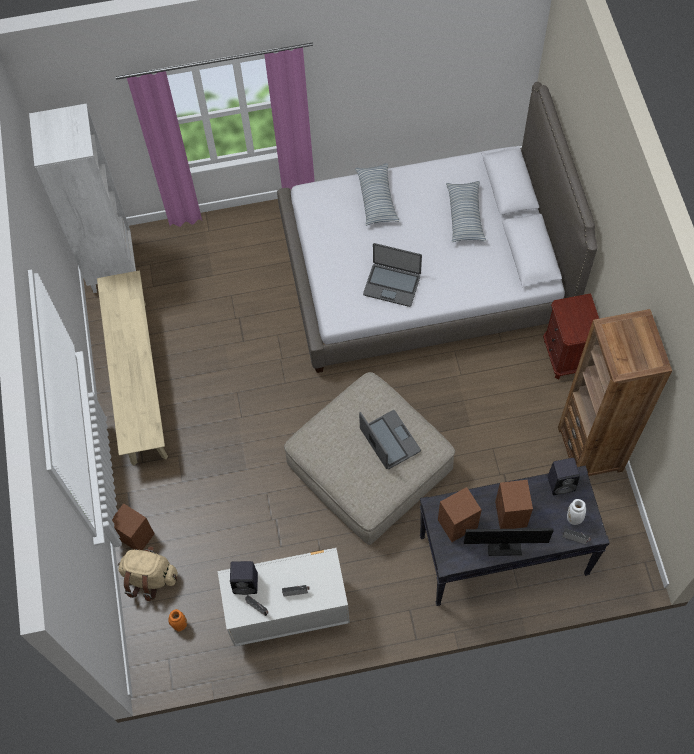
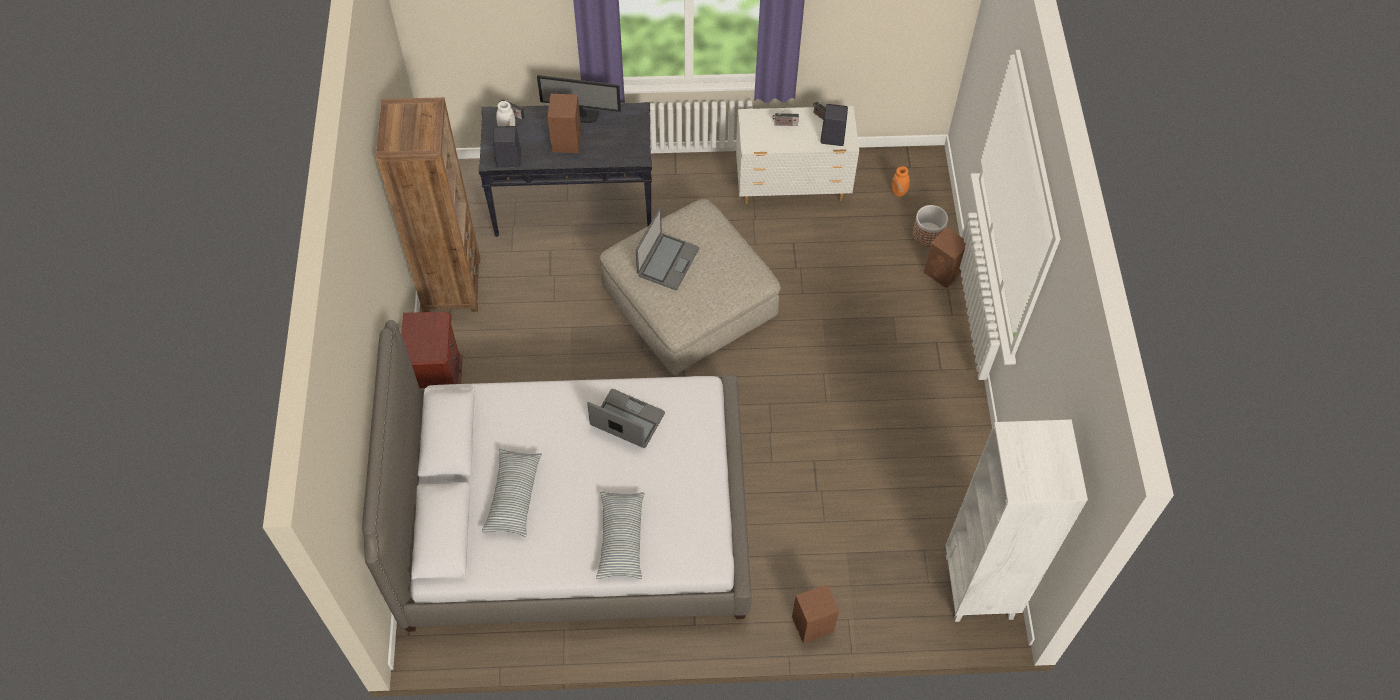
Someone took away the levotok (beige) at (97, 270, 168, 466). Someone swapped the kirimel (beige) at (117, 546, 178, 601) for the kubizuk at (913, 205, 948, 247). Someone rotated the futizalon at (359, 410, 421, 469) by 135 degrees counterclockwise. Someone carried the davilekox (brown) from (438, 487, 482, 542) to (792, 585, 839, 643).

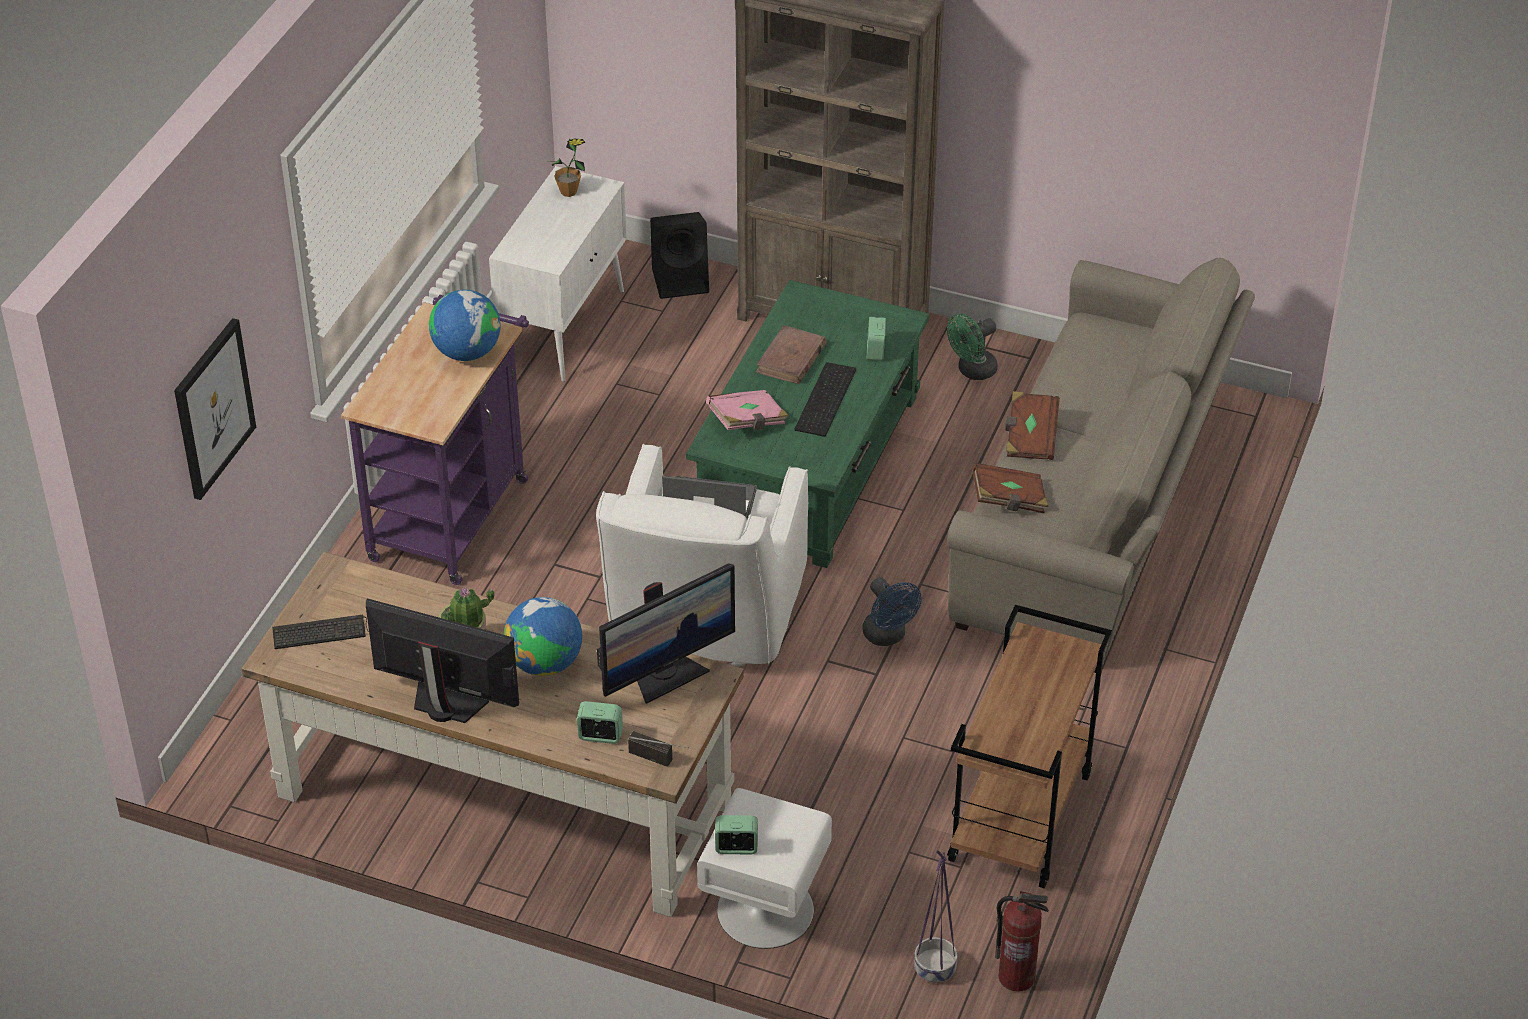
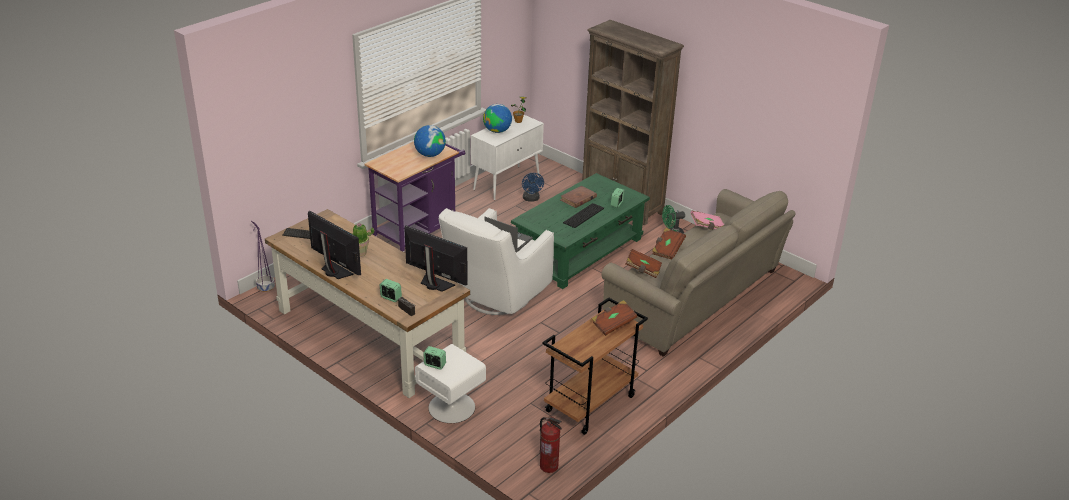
Someone took away the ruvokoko at (174, 318, 256, 500). Someone carried the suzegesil from (503, 597, 582, 676) to (483, 104, 512, 133). Someone rotated the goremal at (597, 564, 735, 704) by 135 degrees counterclockwise. Someone took away the davilekox (black) at (650, 212, 709, 299). Someone carried the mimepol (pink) from (706, 390, 789, 430) to (690, 211, 724, 230). Someone carried the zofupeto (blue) from (862, 577, 921, 646) to (522, 173, 544, 202). Someone carried the kubizuk (purple) from (914, 851, 958, 982) to (251, 221, 275, 292). Someone put down the mimepol (brown) at (591, 300, 637, 336).

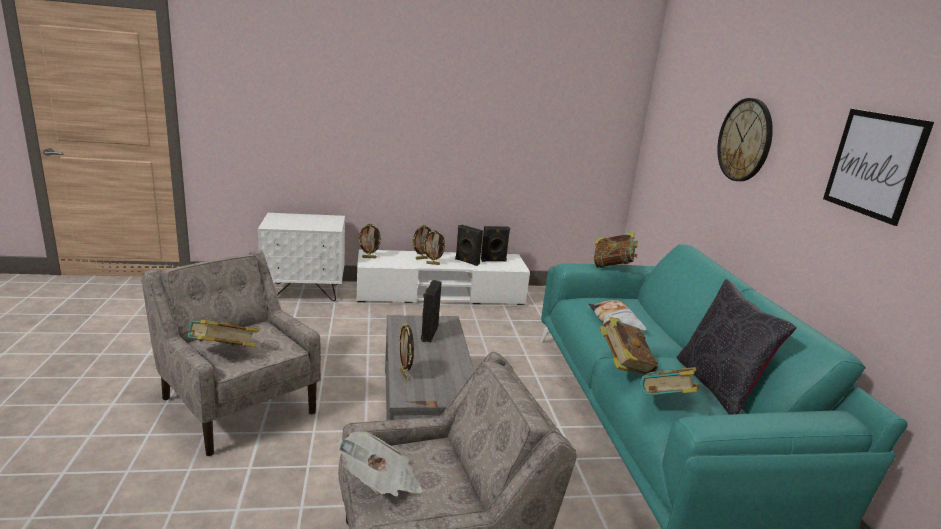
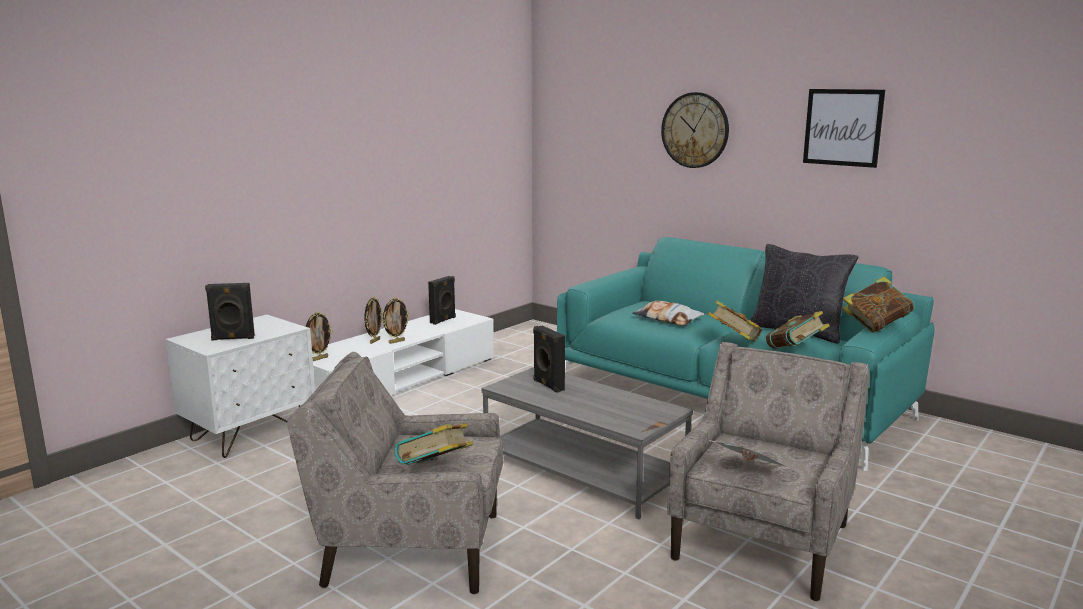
Someone took away the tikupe at (399, 323, 414, 381). Someone carried the davilekox (black) from (455, 225, 483, 266) to (205, 283, 255, 341). Someone carried the mimepol from (594, 232, 638, 268) to (843, 277, 914, 332).

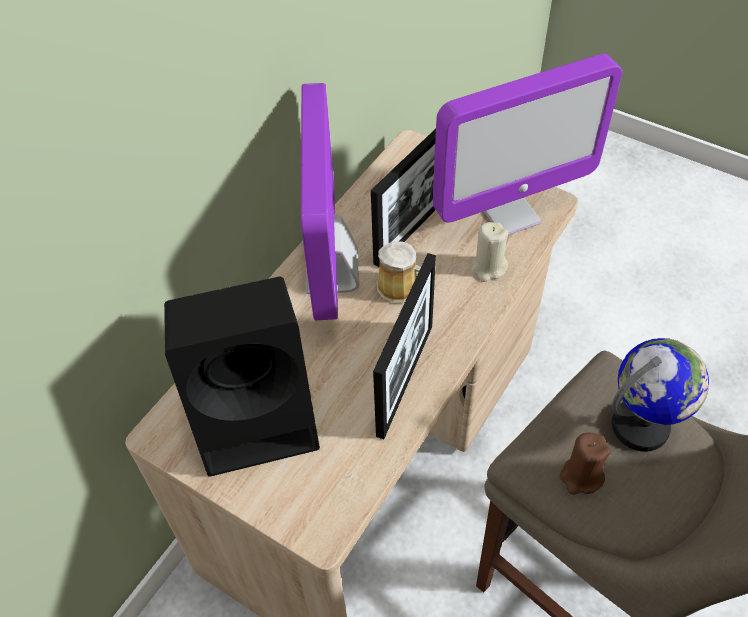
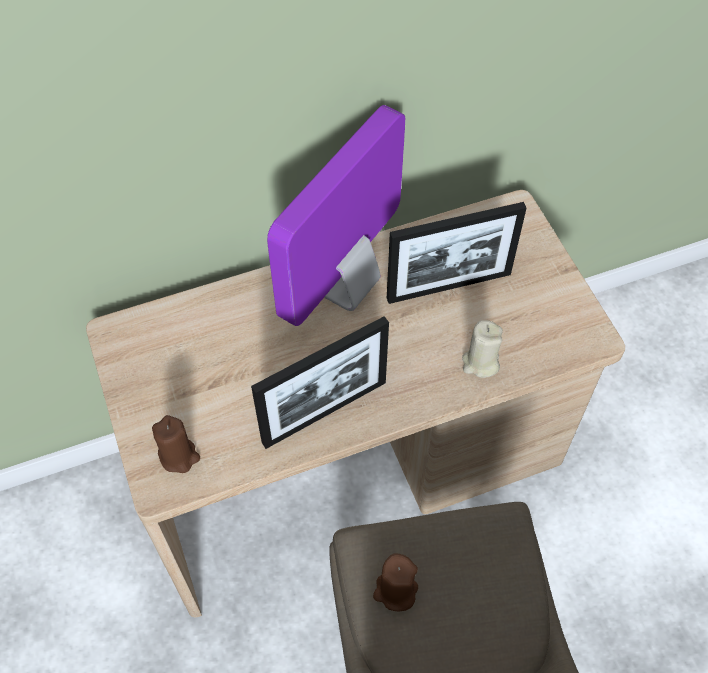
Someone took away the davilekox (black) at (164, 277, 320, 477). Someone took away the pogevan at (377, 241, 421, 303). Someone took away the goremal at (433, 54, 622, 235). Someone took away the suzegesil at (612, 338, 709, 452). Someone put down the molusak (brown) at (152, 415, 200, 473).

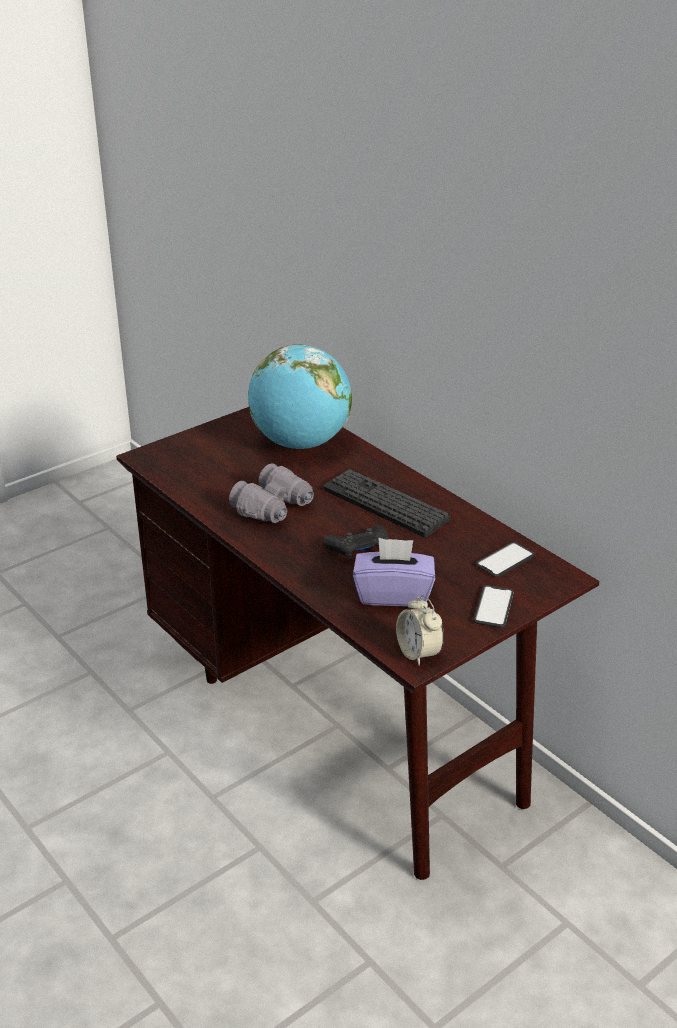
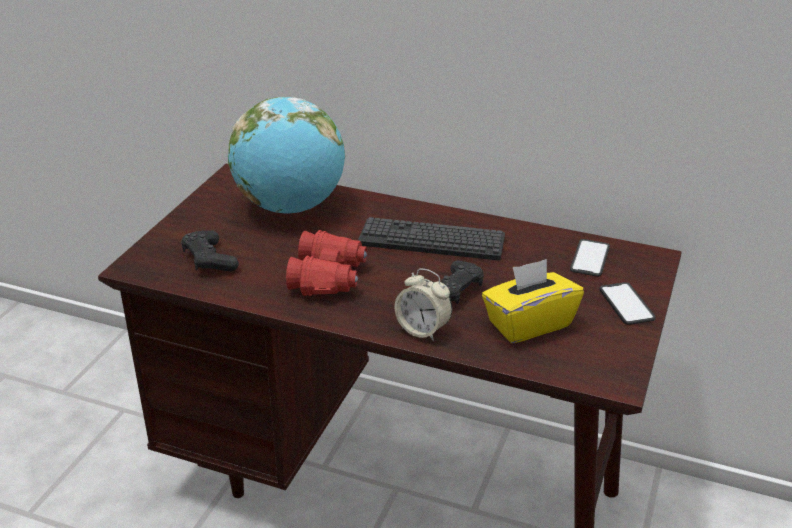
Someone repainted the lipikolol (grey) at (229, 463, 314, 523), which became the lipikolol (red) at (286, 230, 367, 296). Someone repainted the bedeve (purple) at (353, 538, 435, 607), which became the bedeve (yellow) at (482, 259, 584, 343). Someone carried the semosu from (396, 595, 444, 666) to (395, 269, 452, 341). Someone put down the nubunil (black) at (181, 231, 239, 271).

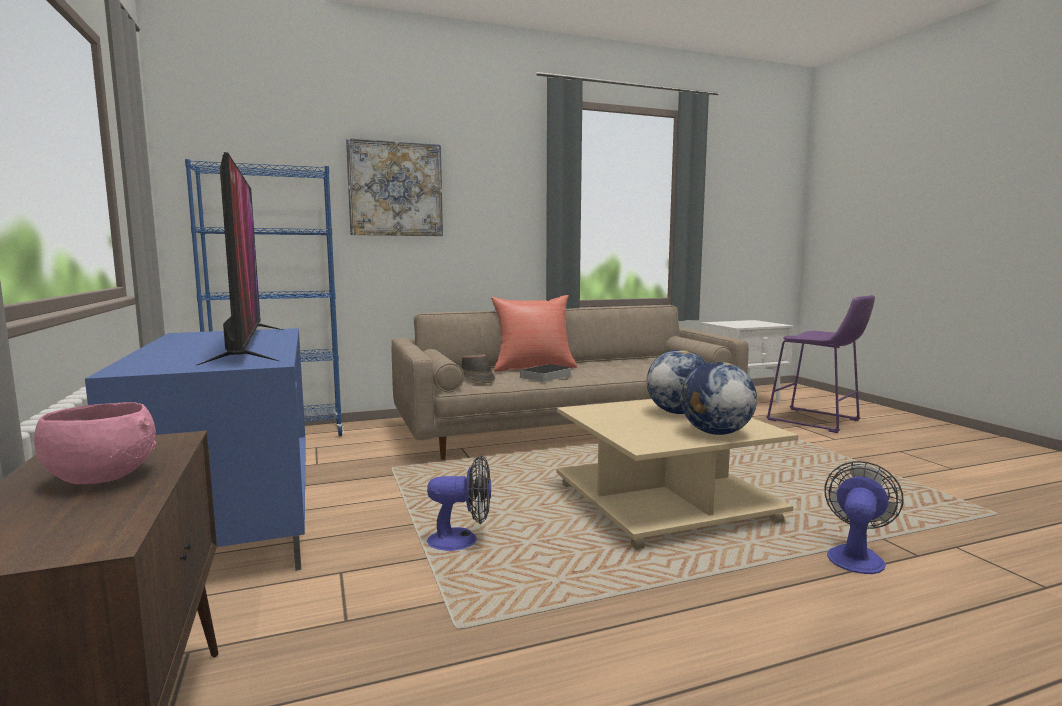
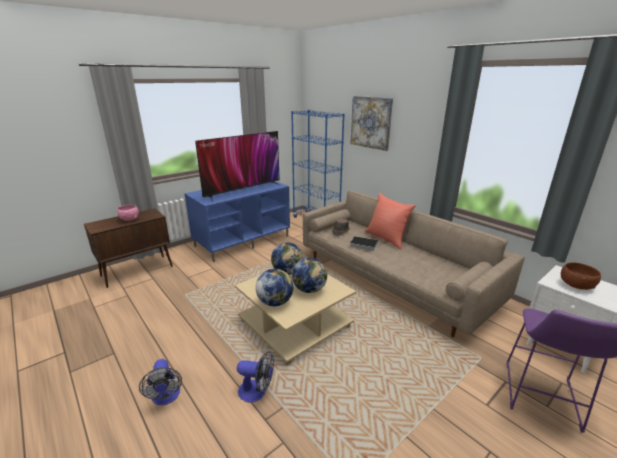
Someone carried the zofupeto from (427, 455, 491, 551) to (139, 359, 182, 405). Someone put down the suzegesil at (271, 242, 304, 275). Someone put down the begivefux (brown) at (561, 262, 601, 290).

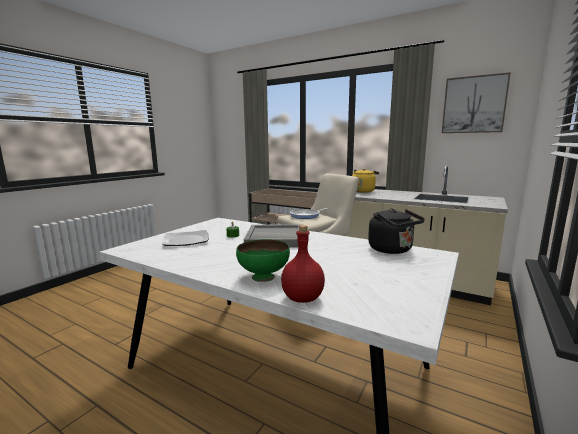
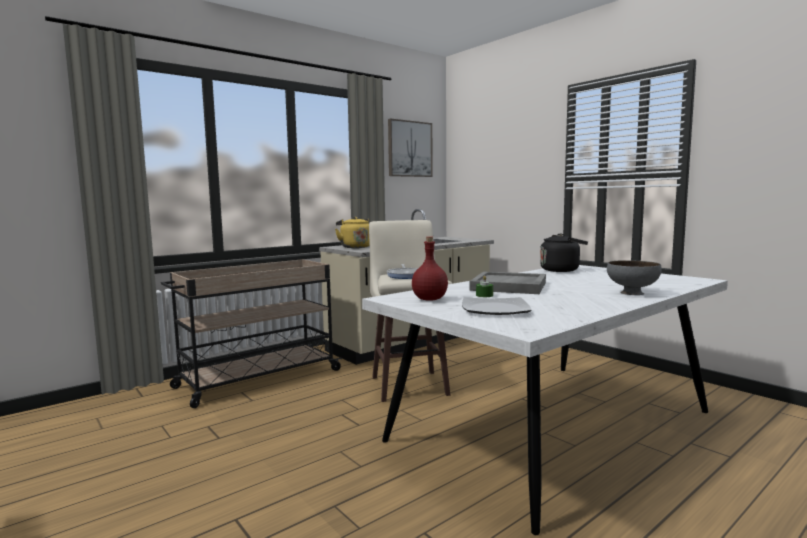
Someone repainted the begivefux (green) at (236, 239, 290, 282), which became the begivefux (grey) at (607, 260, 661, 295). Someone carried the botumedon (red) from (281, 225, 325, 303) to (412, 237, 448, 301).

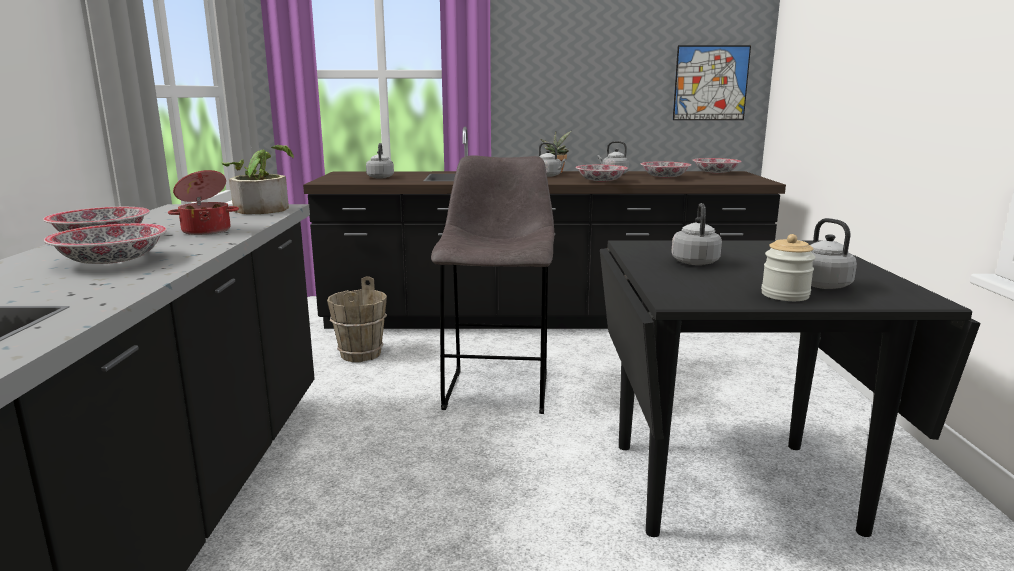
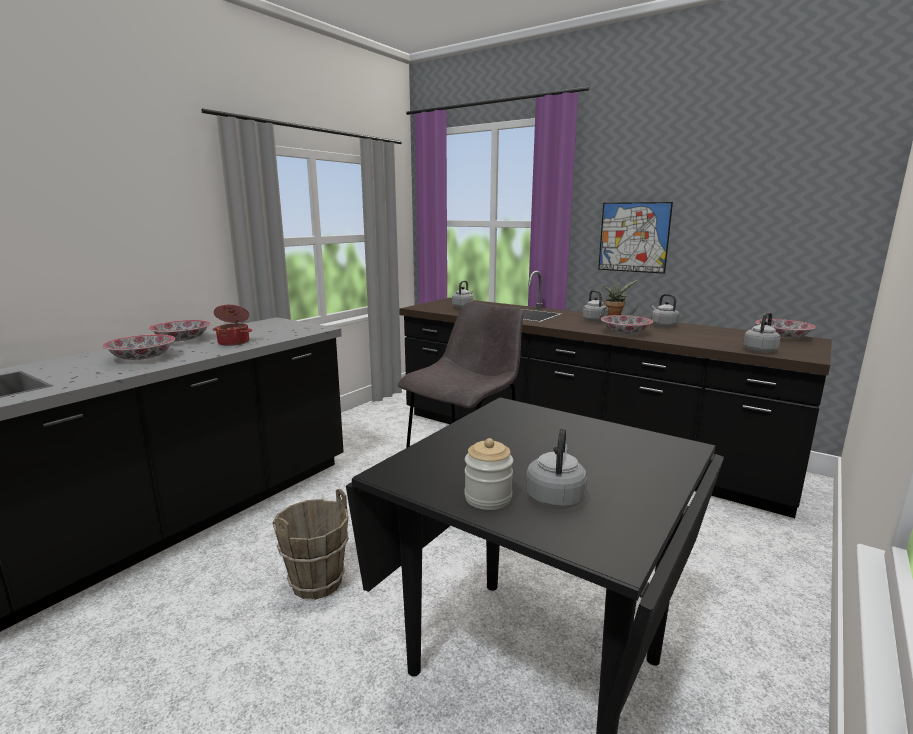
Someone took away the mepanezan at (222, 145, 294, 214). Someone carried the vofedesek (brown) from (327, 276, 387, 362) to (273, 489, 349, 600). Someone took away the begivefux at (641, 161, 691, 178). Someone carried the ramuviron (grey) from (671, 203, 722, 265) to (743, 312, 781, 353). Someone carried the ruvokoko from (673, 45, 751, 120) to (598, 202, 673, 274).

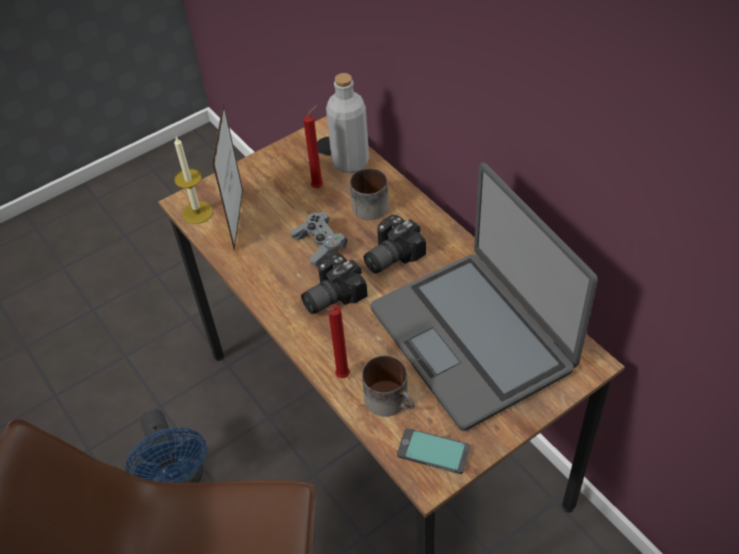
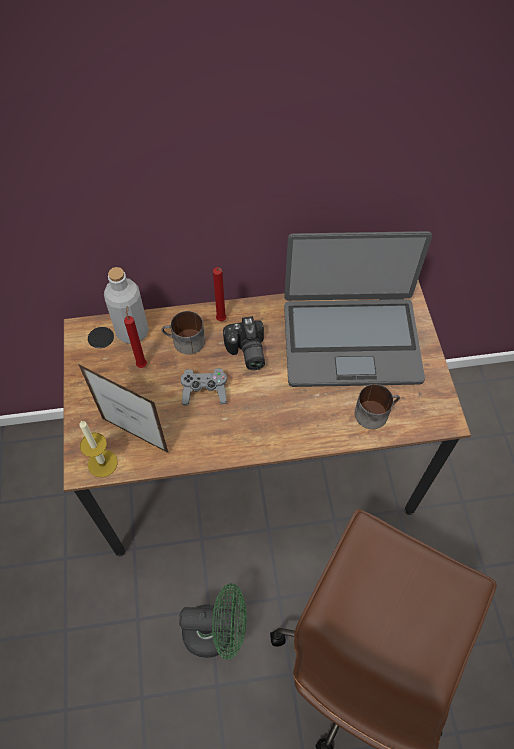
Someone repainted the zofupeto (blue) at (126, 410, 207, 483), which became the zofupeto (green) at (179, 583, 247, 659). Someone took away the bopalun at (301, 253, 368, 314). Someone carried the molusak (red) from (326, 305, 350, 378) to (213, 267, 226, 321). Someone took away the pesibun at (397, 428, 470, 474).

